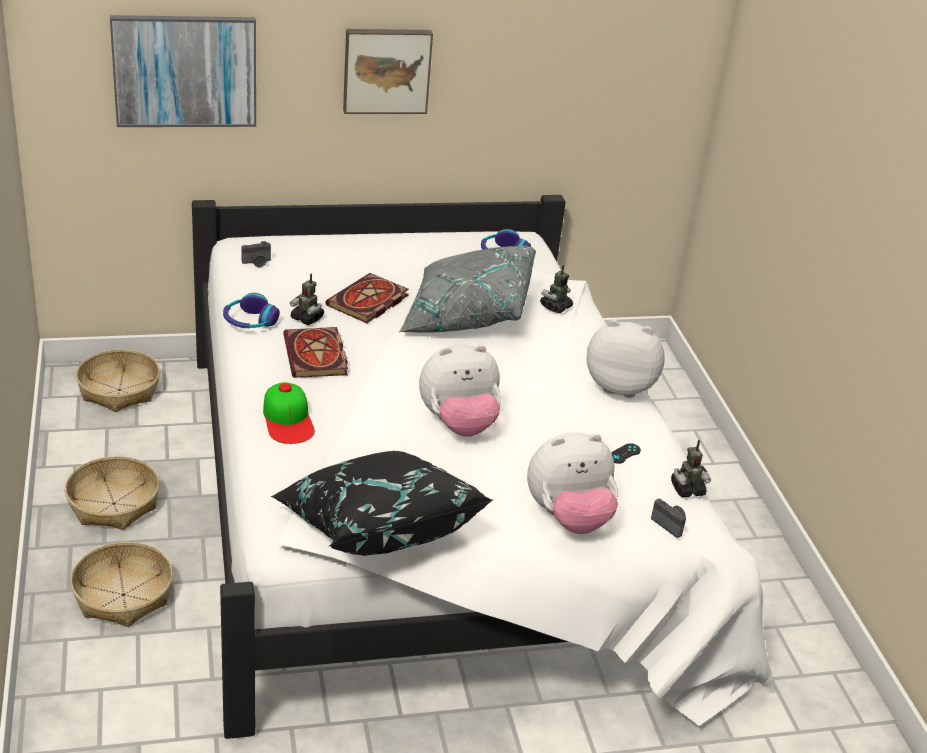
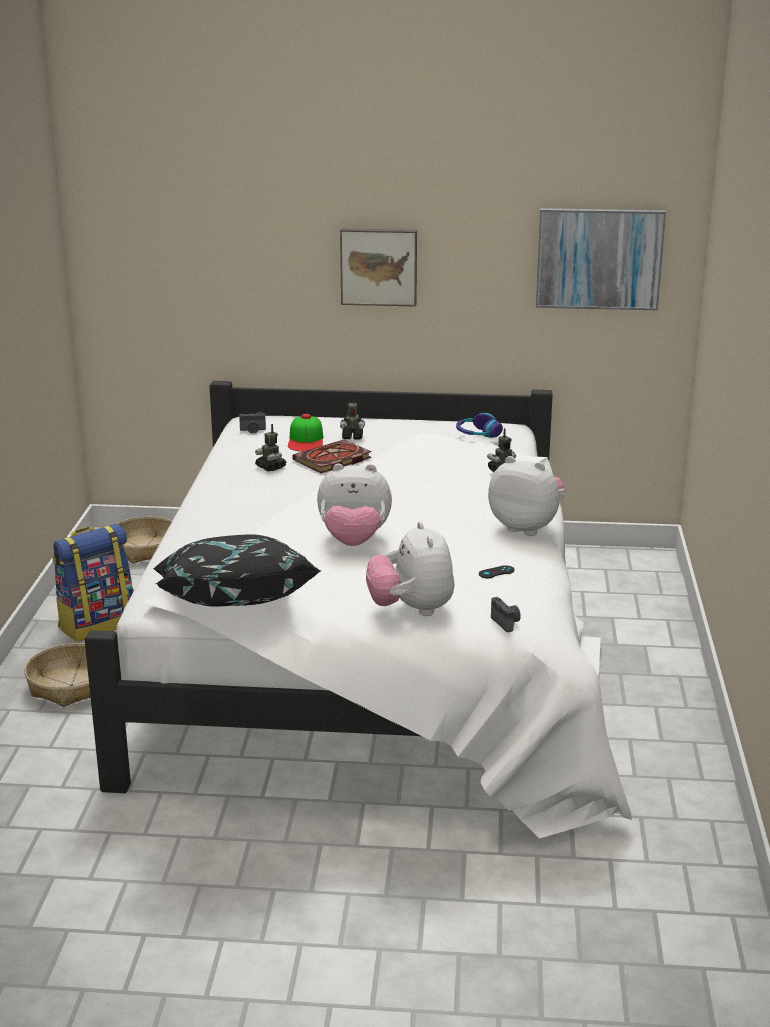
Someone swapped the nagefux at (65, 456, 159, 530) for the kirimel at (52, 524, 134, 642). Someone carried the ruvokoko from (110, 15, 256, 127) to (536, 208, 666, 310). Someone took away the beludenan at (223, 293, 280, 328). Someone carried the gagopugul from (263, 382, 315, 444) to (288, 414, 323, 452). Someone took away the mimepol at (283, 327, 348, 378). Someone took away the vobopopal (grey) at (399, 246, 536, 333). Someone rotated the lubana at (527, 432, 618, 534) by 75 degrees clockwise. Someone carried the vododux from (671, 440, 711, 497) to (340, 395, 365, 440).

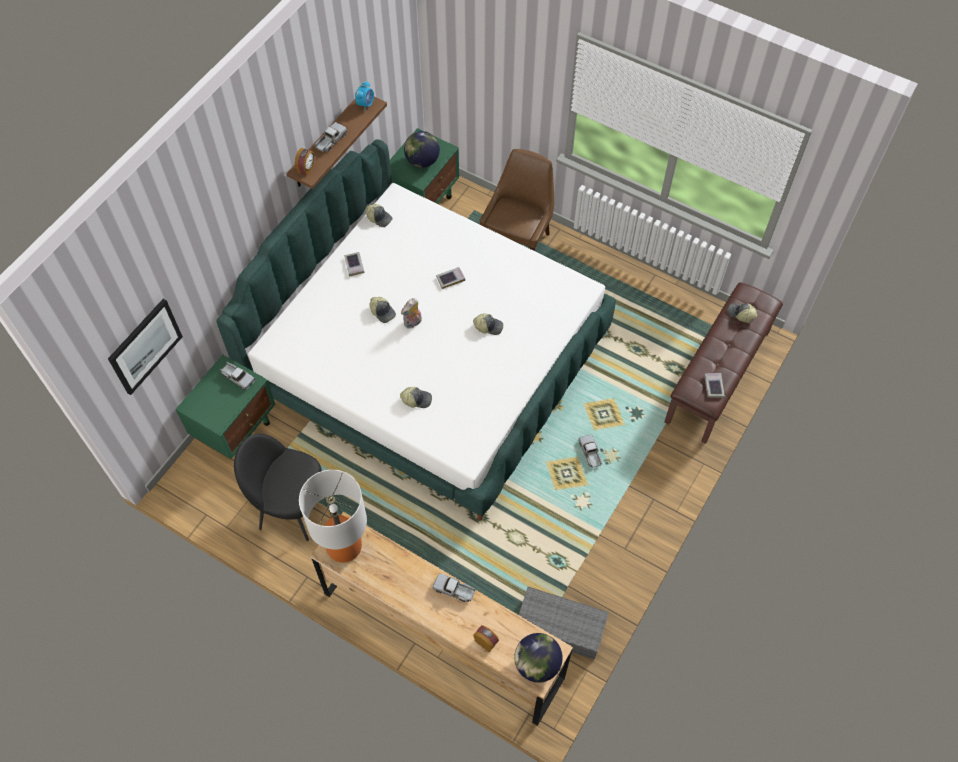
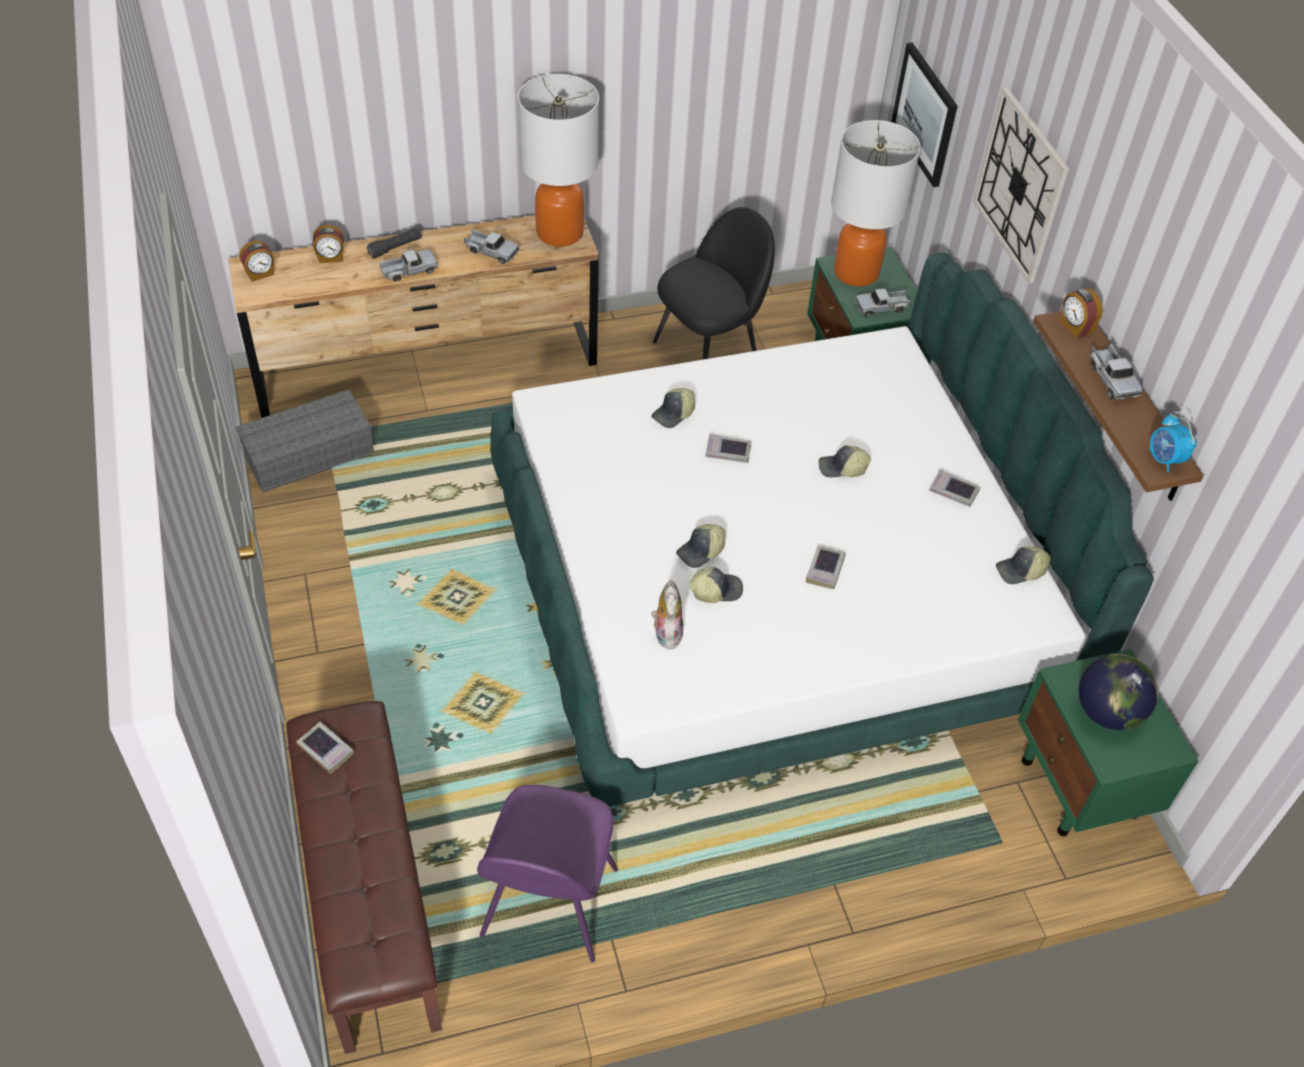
Someone carried the lubana from (401, 298, 422, 328) to (651, 580, 683, 649). Someone took away the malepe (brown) at (480, 149, 554, 251). Someone swapped the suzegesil at (514, 633, 563, 683) for the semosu at (239, 240, 274, 282). Someone carried the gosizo from (579, 435, 602, 468) to (464, 229, 519, 264). Someone carried the gagopugul from (728, 303, 757, 323) to (689, 567, 743, 603). Someone put down the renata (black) at (367, 228, 422, 258). Someone put down the malepe (purple) at (477, 785, 618, 963). Someone put down the mimepol at (705, 434, 752, 463). Someone put down the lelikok at (831, 120, 921, 286). Someone put up the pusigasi at (973, 87, 1069, 284).

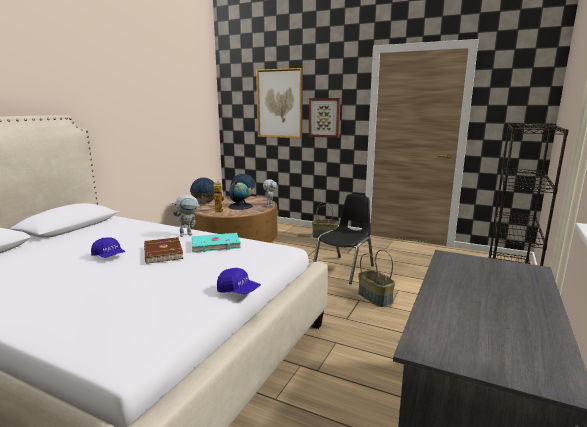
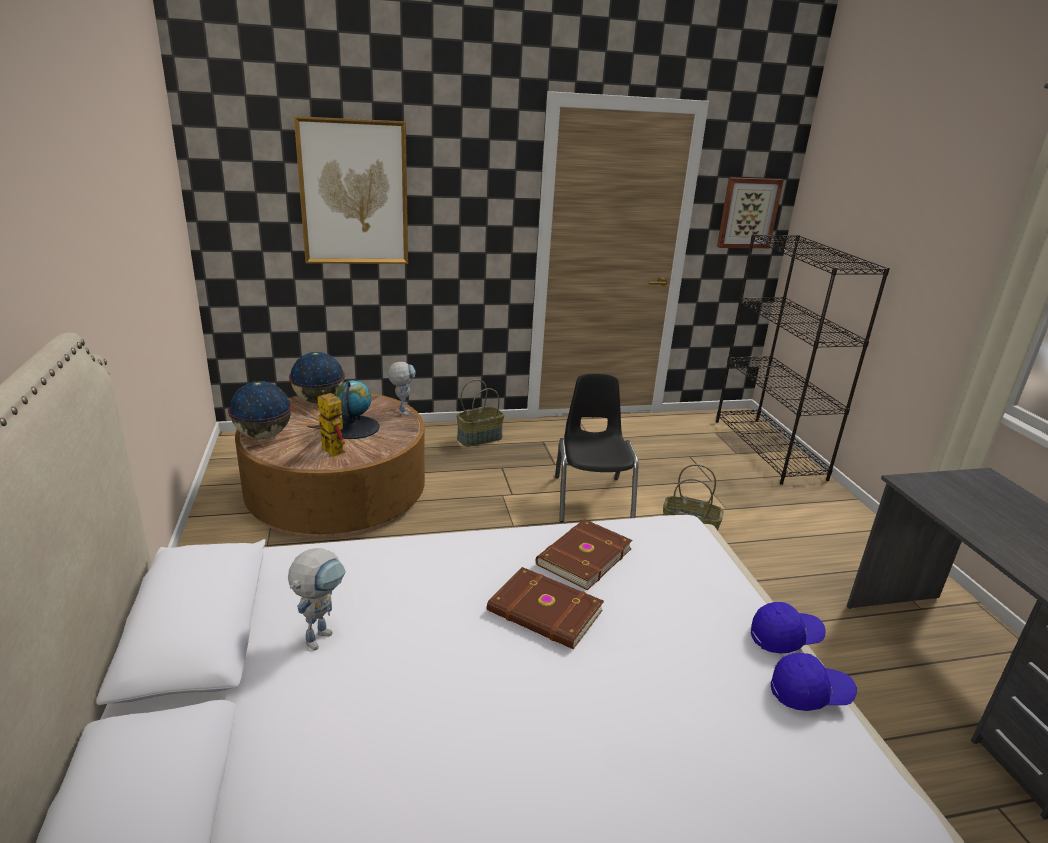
Someone carried the gagopugul (blue) from (91, 237, 125, 258) to (771, 653, 857, 711). Someone carried the vododux from (172, 195, 201, 237) to (288, 548, 346, 651). Someone repainted the mimepol (turquoise) at (191, 233, 241, 253), which became the mimepol (brown) at (536, 519, 633, 590). Someone carried the ruvokoko from (309, 98, 341, 138) to (717, 177, 784, 248).

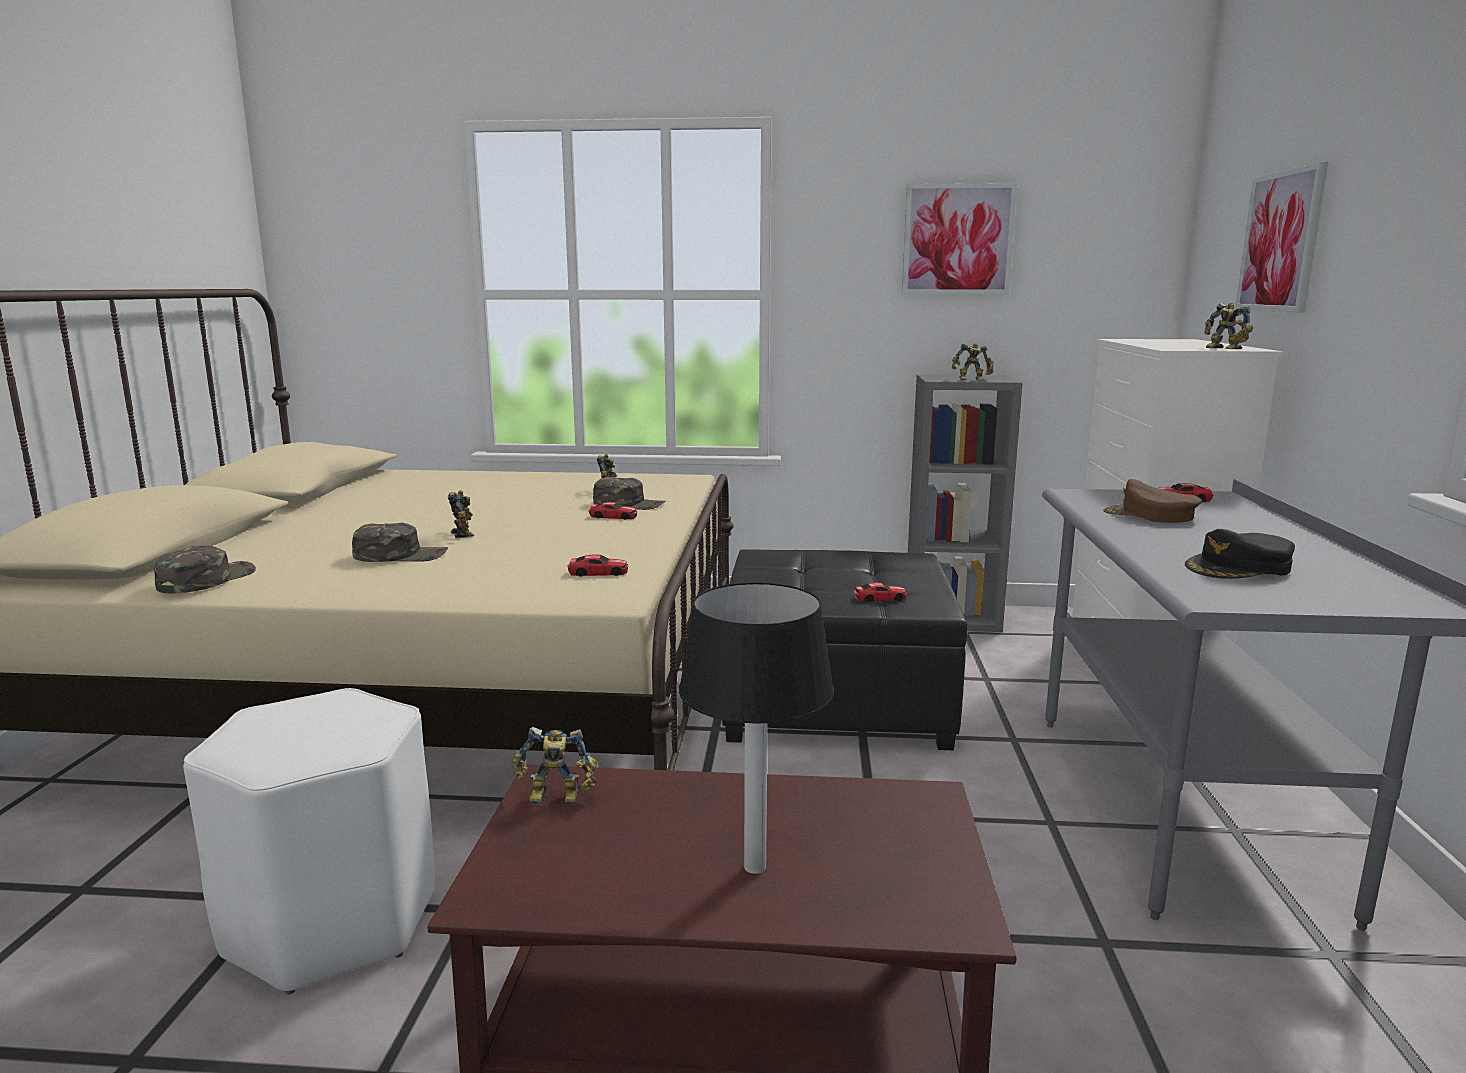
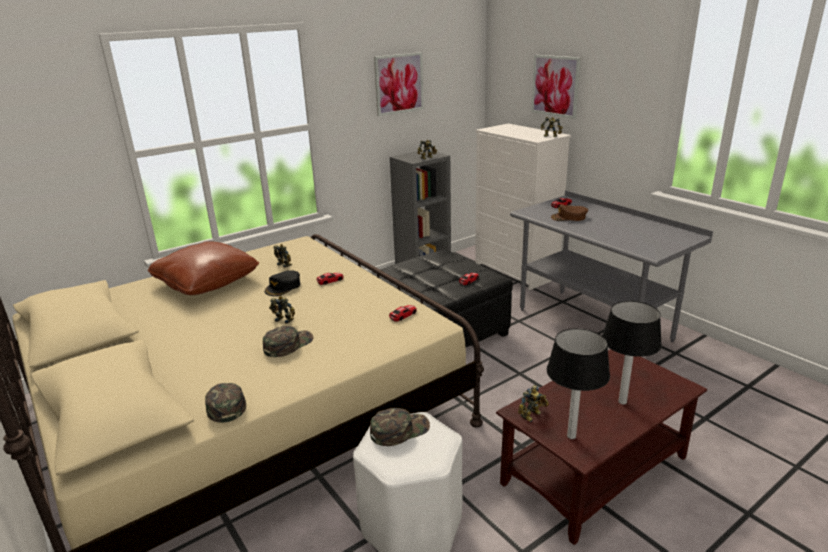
Someone carried the gagopugul (green) from (593, 477, 666, 510) to (370, 408, 430, 446). Someone carried the gagopugul (black) from (1185, 529, 1295, 579) to (265, 270, 300, 296). Someone put down the vobopopal (brown) at (148, 241, 259, 295). Someone put down the lelikok at (547, 328, 610, 439).

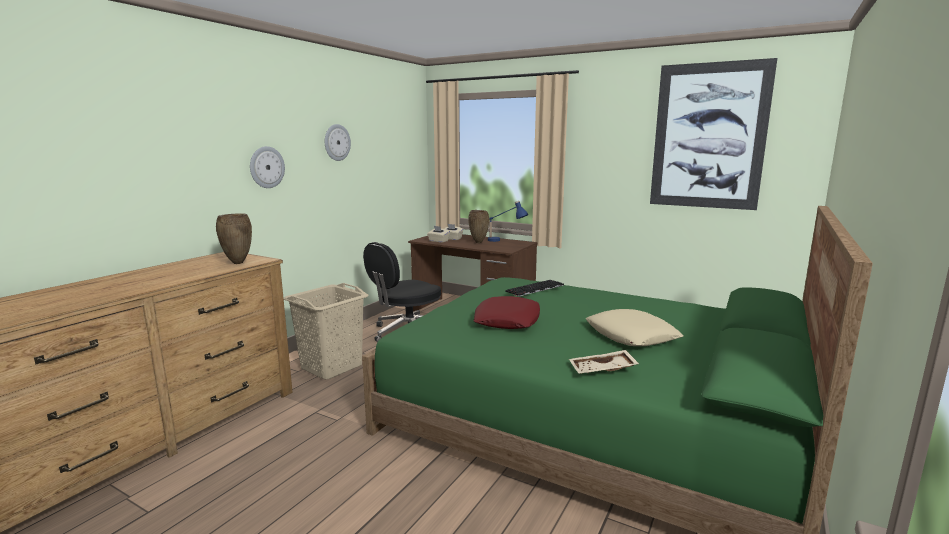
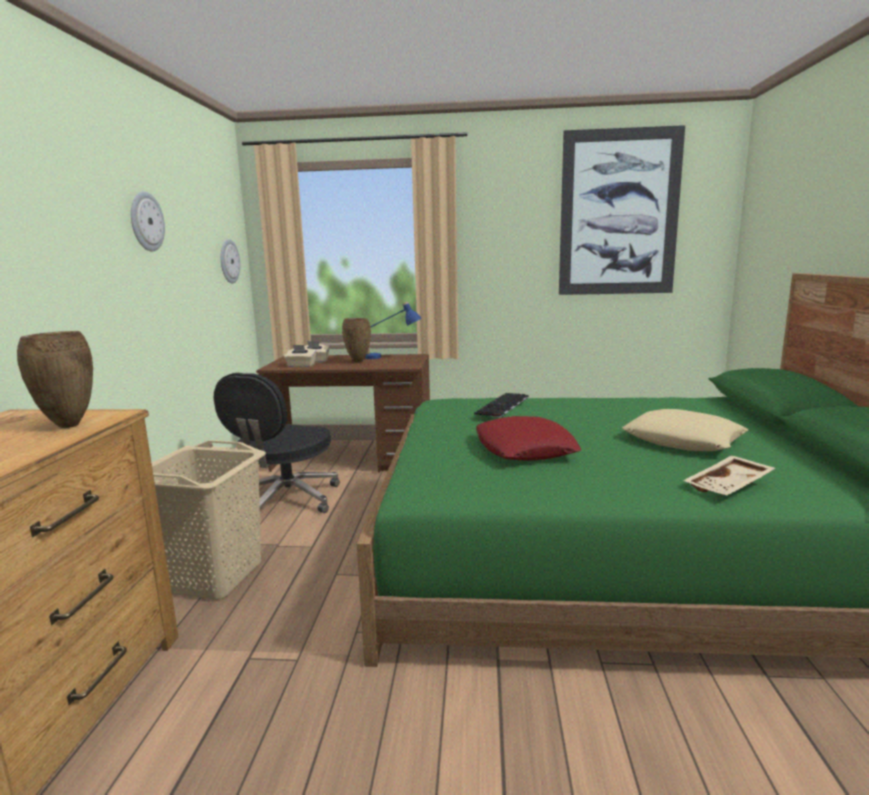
Someone carried the pusigasi from (250, 146, 285, 188) to (221, 239, 240, 283).

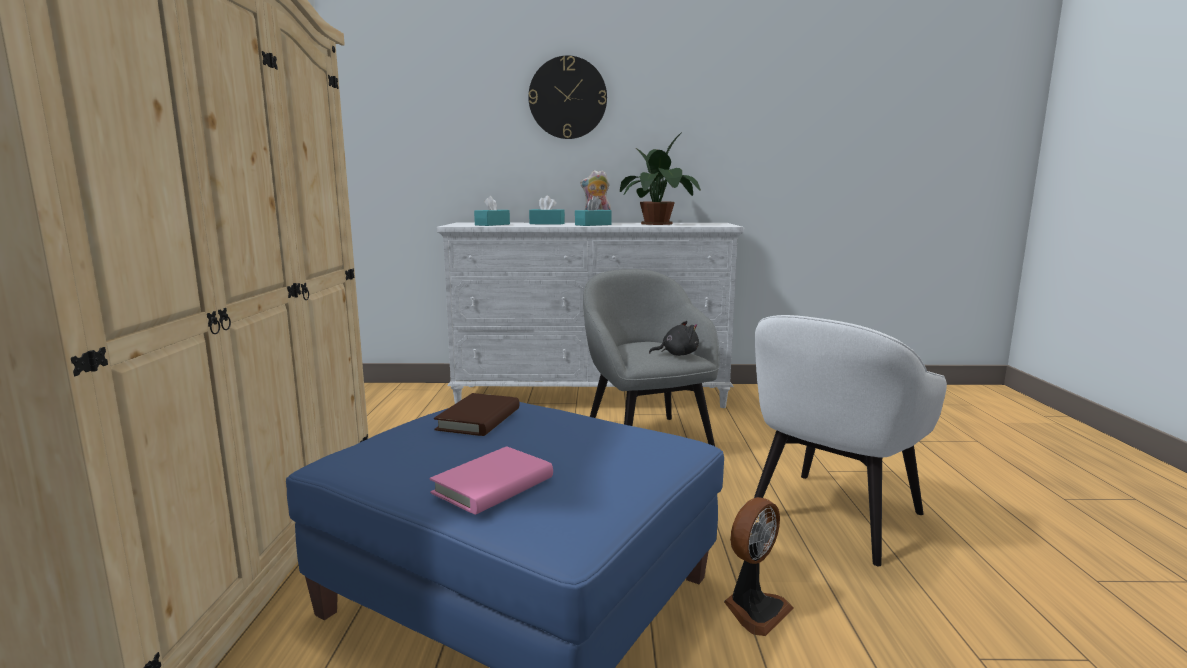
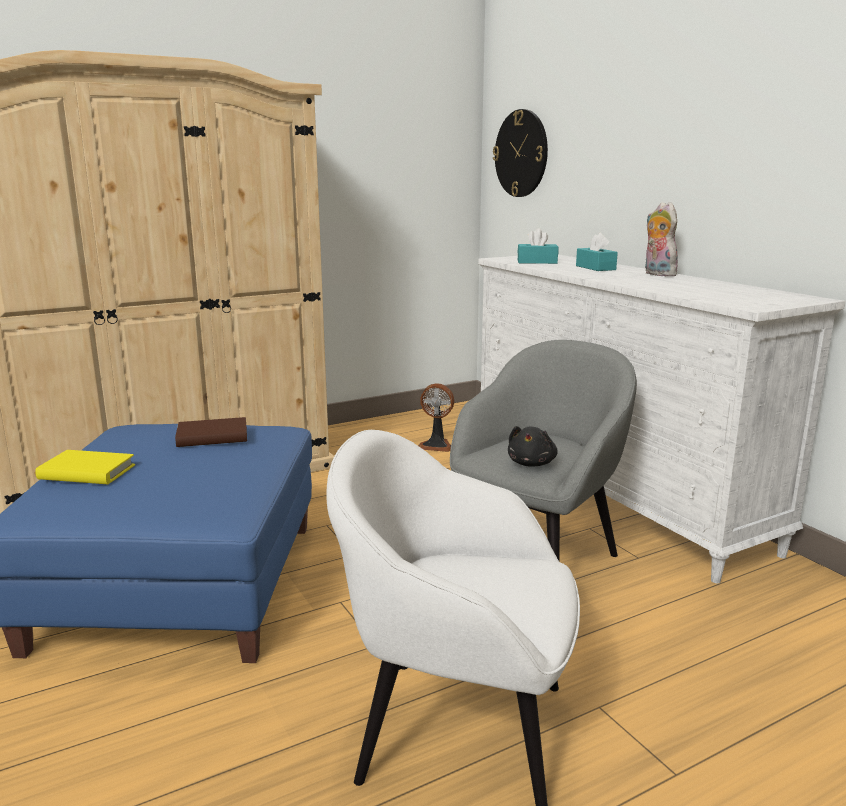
Someone repainted the mimepol (pink) at (430, 446, 553, 515), which became the mimepol (yellow) at (35, 450, 135, 484). Someone carried the pusigasi from (528, 55, 607, 139) to (493, 109, 548, 197). Someone took away the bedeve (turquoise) at (575, 196, 612, 226). Someone took away the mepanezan at (620, 132, 701, 225). Someone rotated the lubana (black) at (649, 321, 699, 356) by 60 degrees clockwise. Someone carried the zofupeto from (724, 497, 794, 636) to (418, 383, 454, 452).

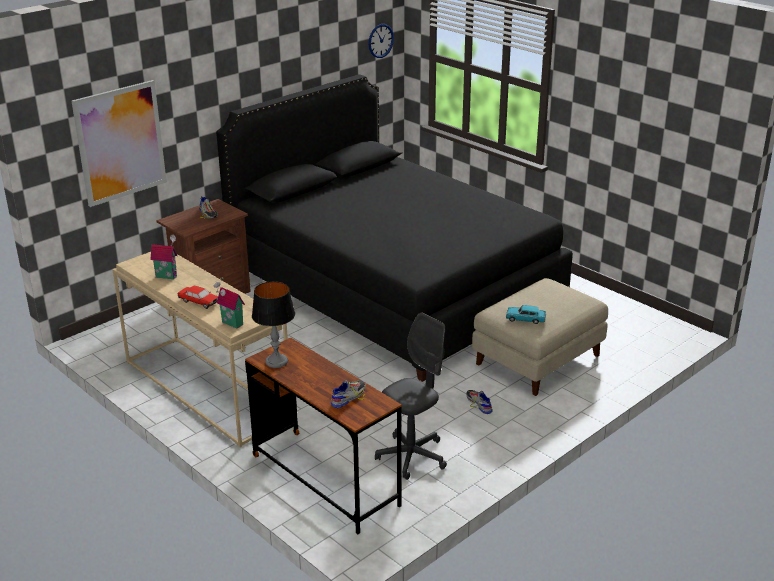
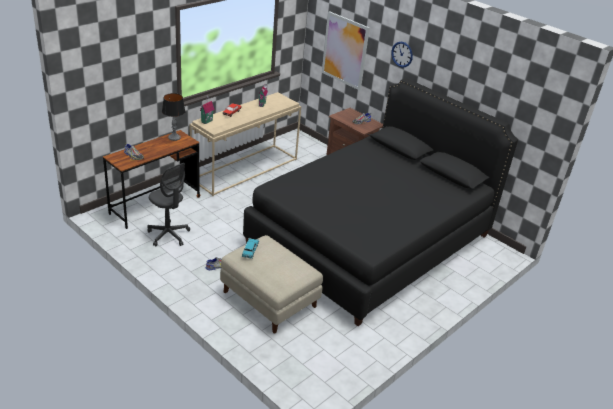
Someone carried the pusigasi from (368, 24, 394, 58) to (391, 42, 413, 68).

